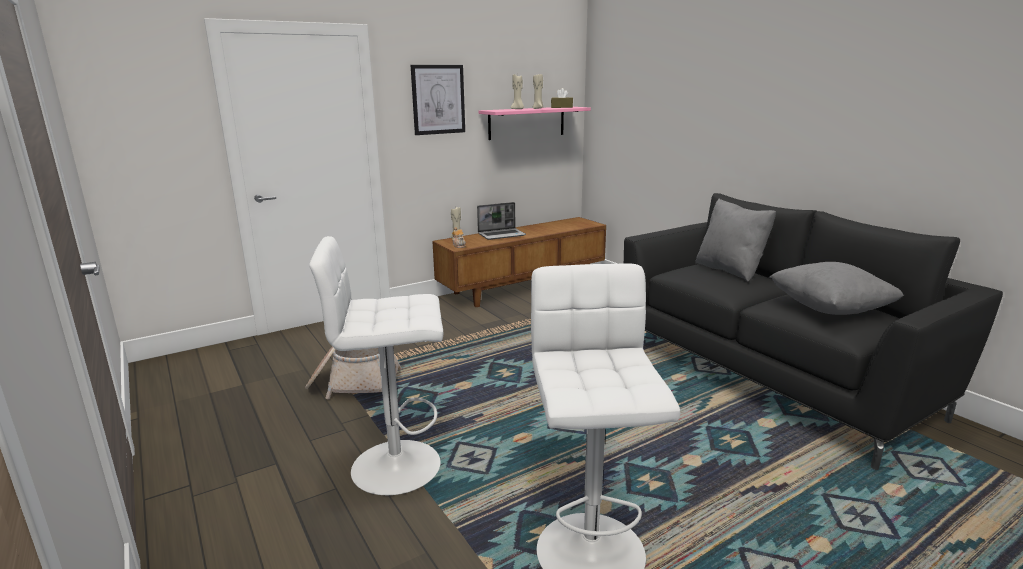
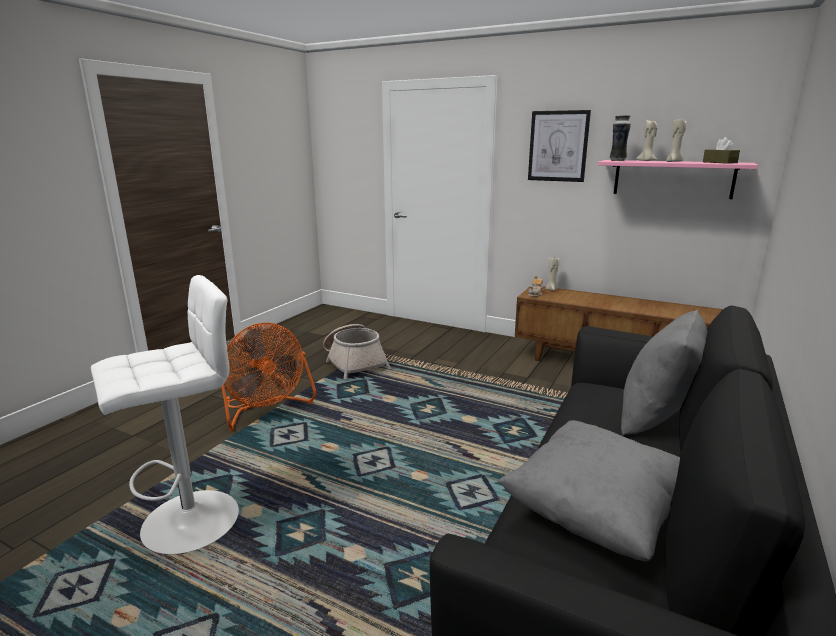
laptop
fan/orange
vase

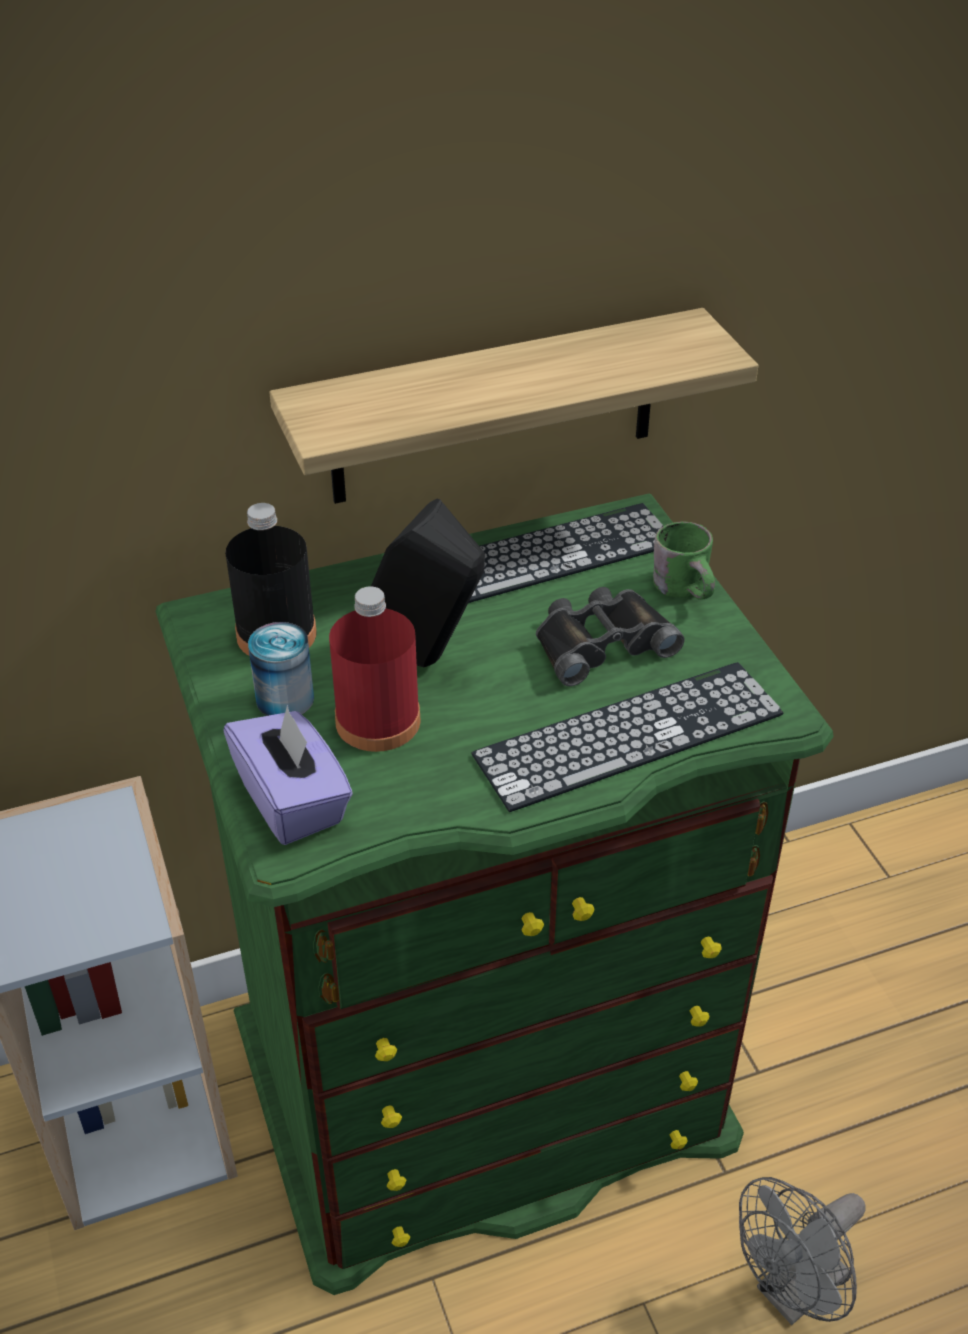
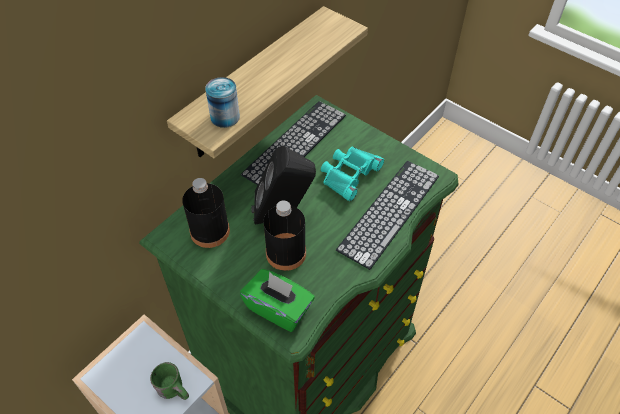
mug/green
bottle/black (2nd from left)
binoculars/turquoise
can
tissue box/green
fan/grey

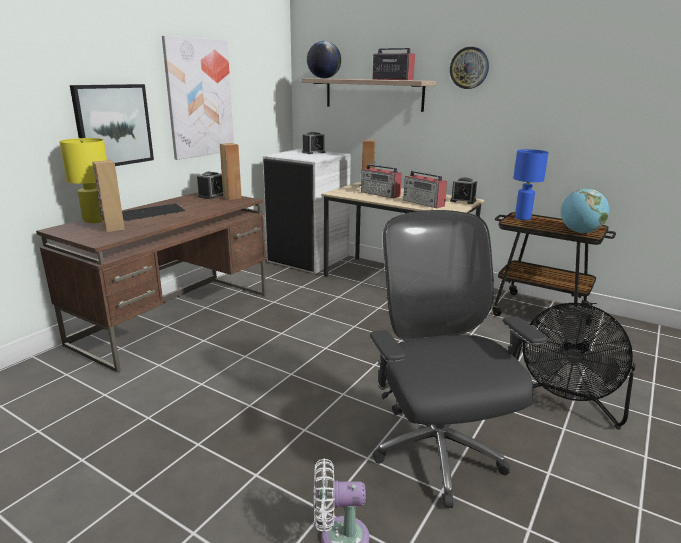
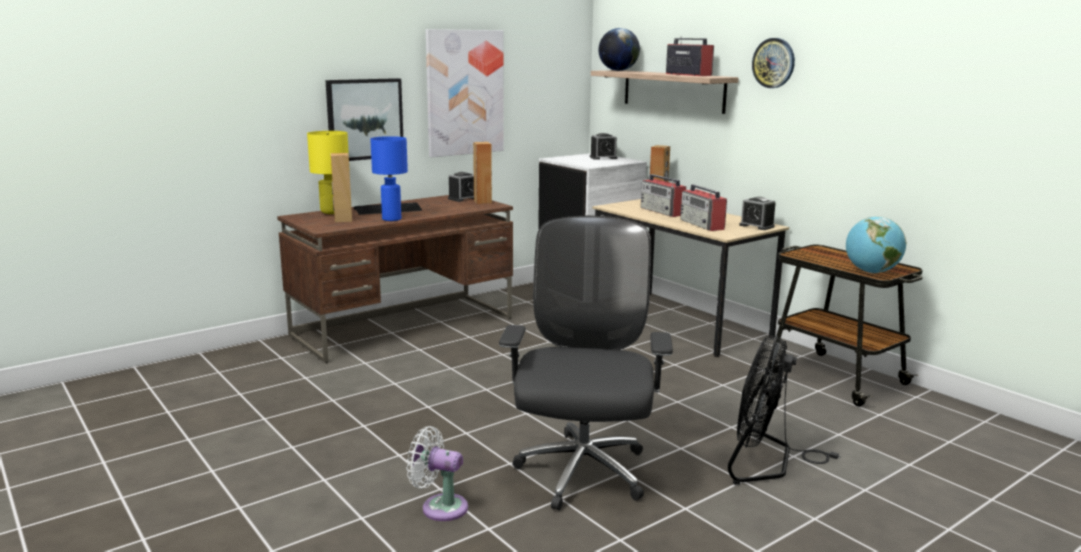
table lamp/blue
fan/black

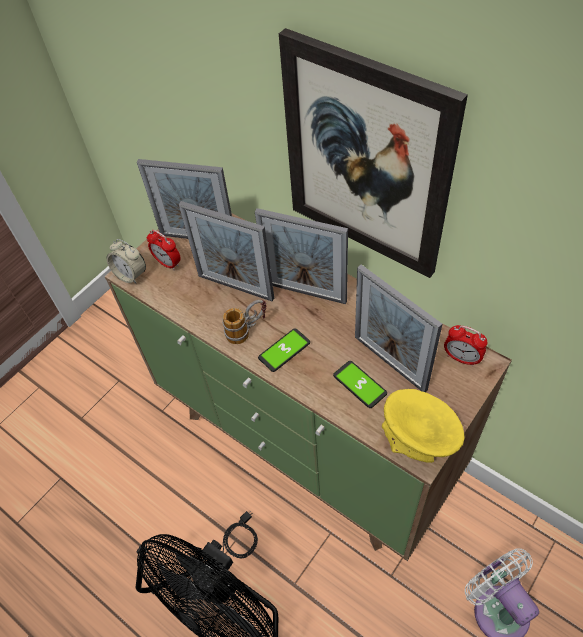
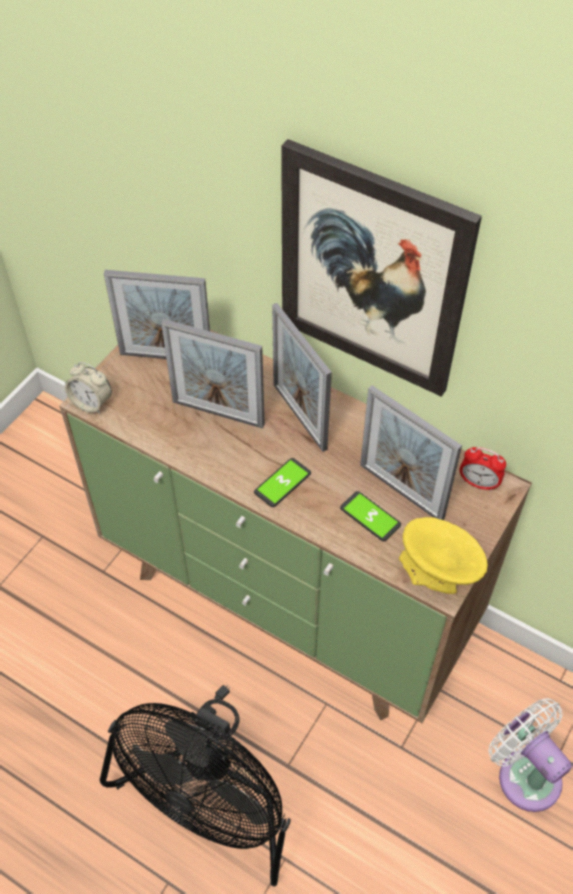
picture frame (3rd from left)
alarm clock (2nd from left in the first image)
mug

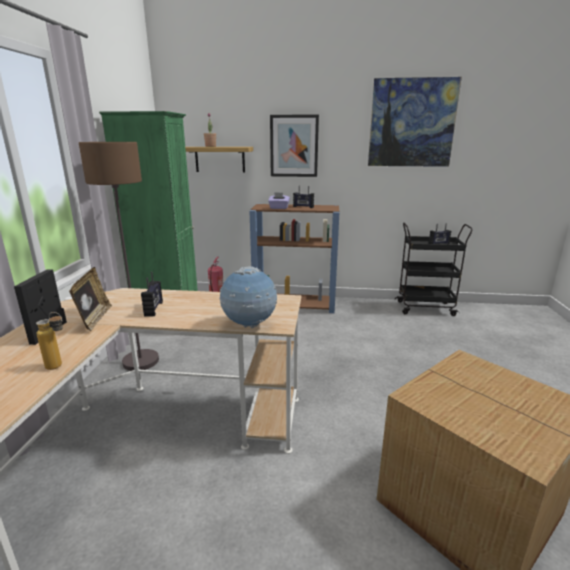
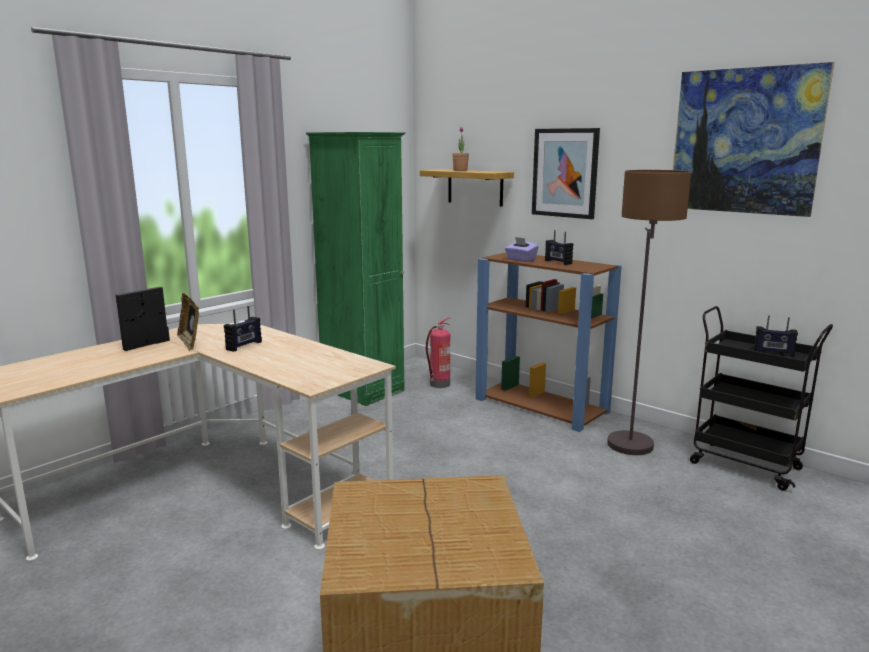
floor lamp/brown
globe
picture frame (2nd from left)
bottle

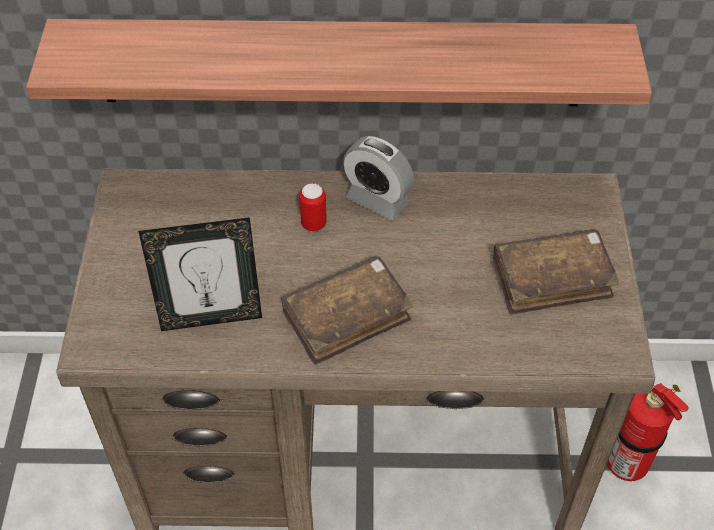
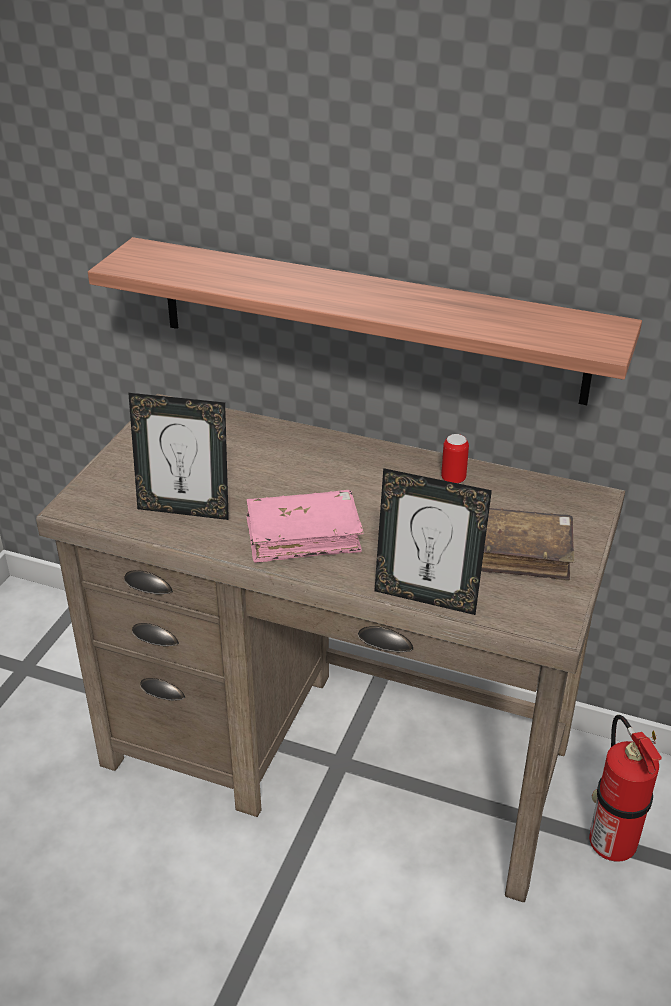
alarm clock
can
book/pink
picture frame (2nd from left)

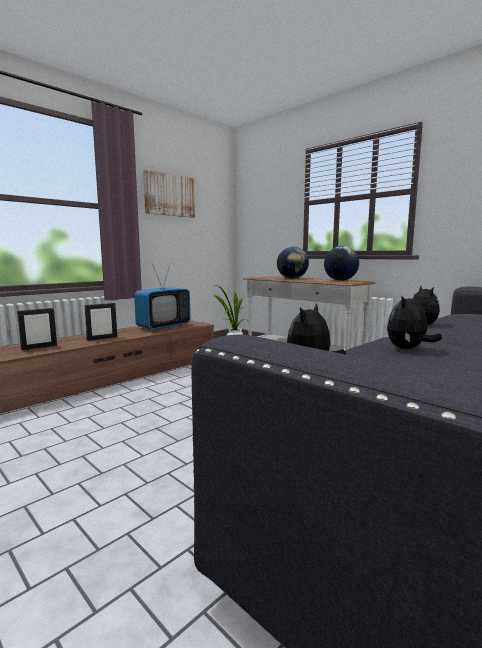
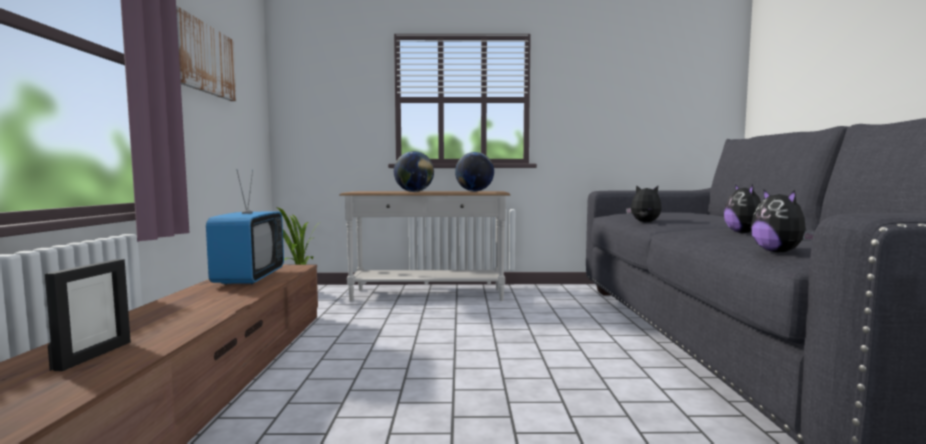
picture frame (2nd from left in the first image)

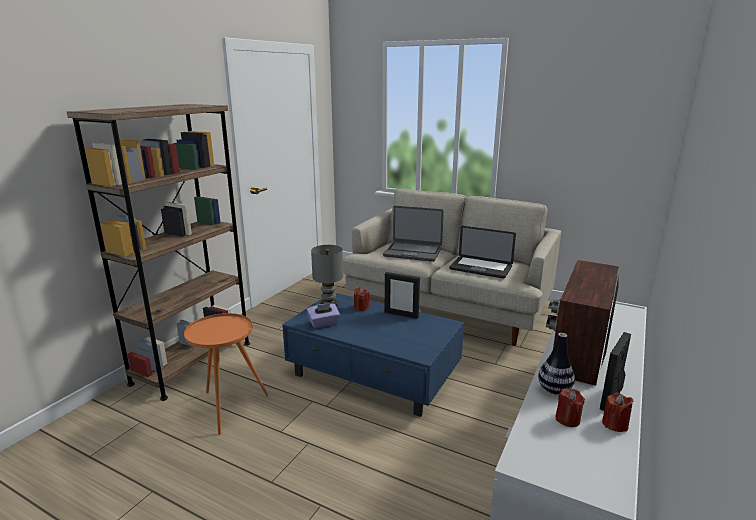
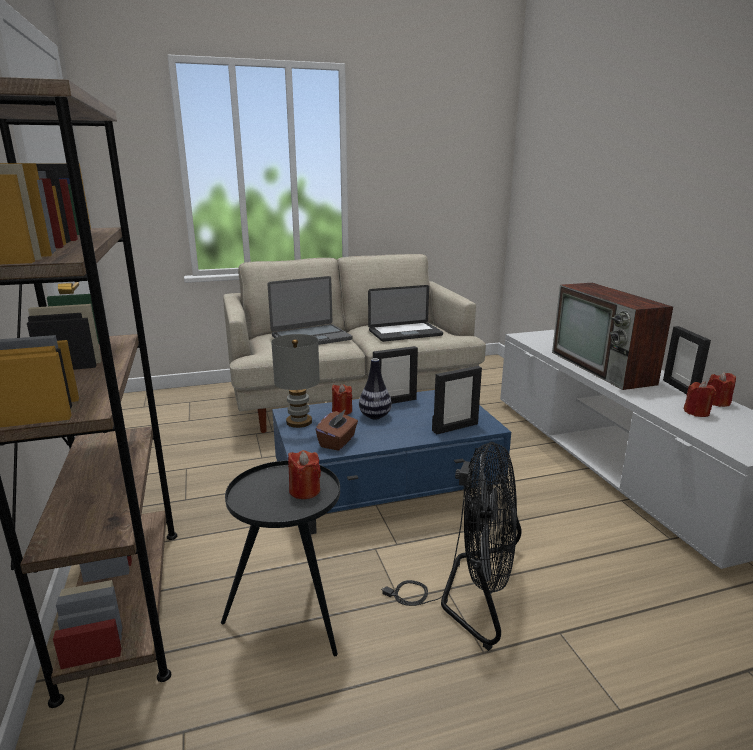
tissue box/brown
side table/black
vase
picture frame (2nd from left)
fan/black
candle/red (1st from left)

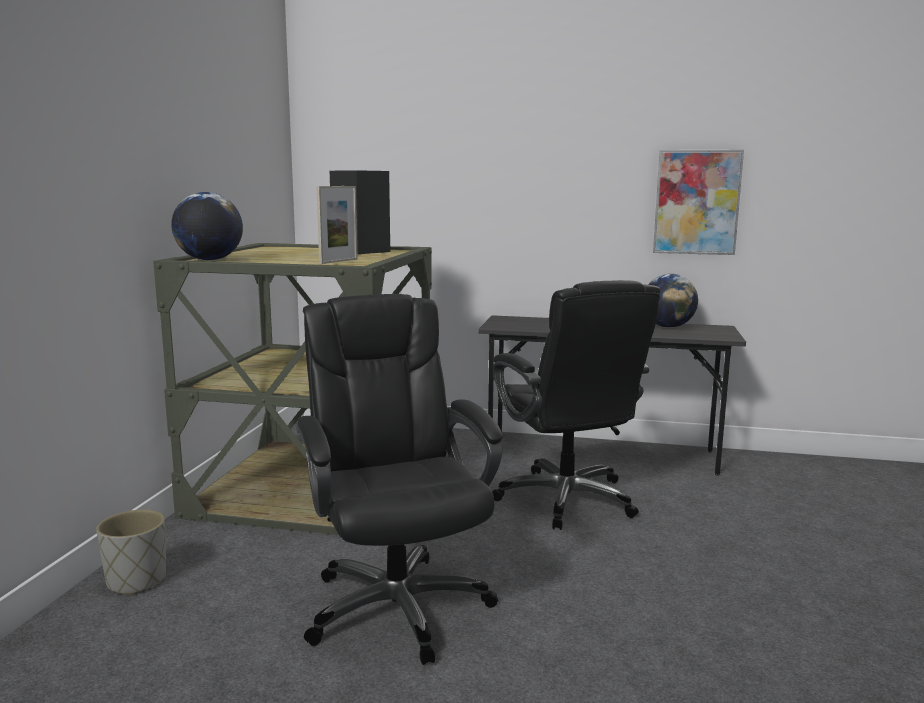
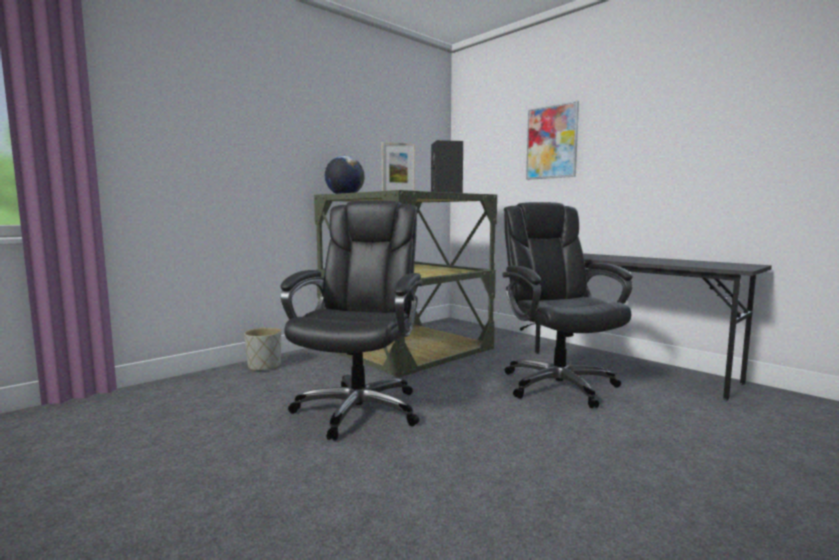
picture
globe (2nd from left in the first image)
office chair/black (2nd from left)

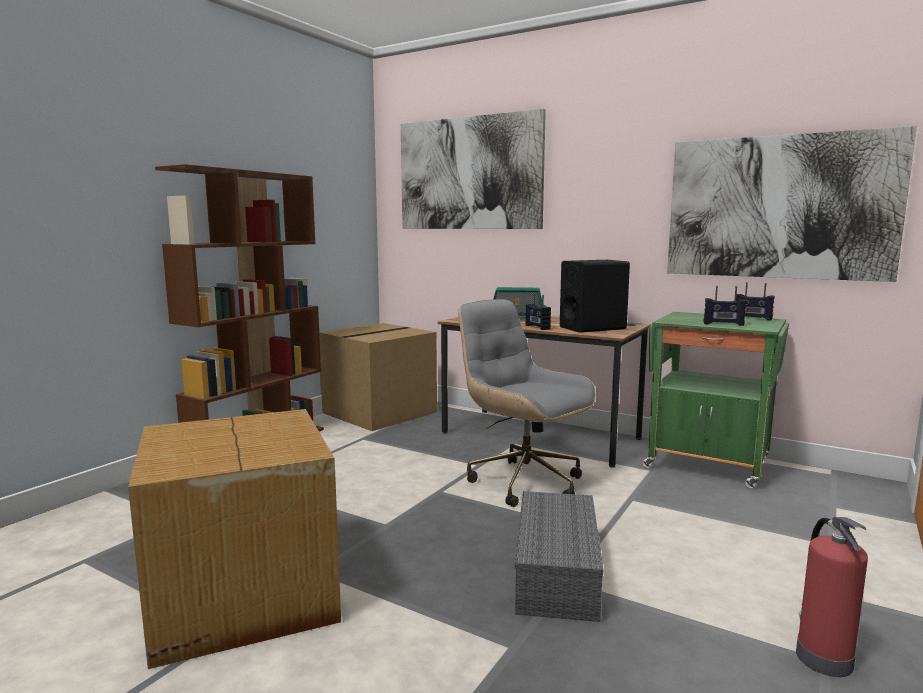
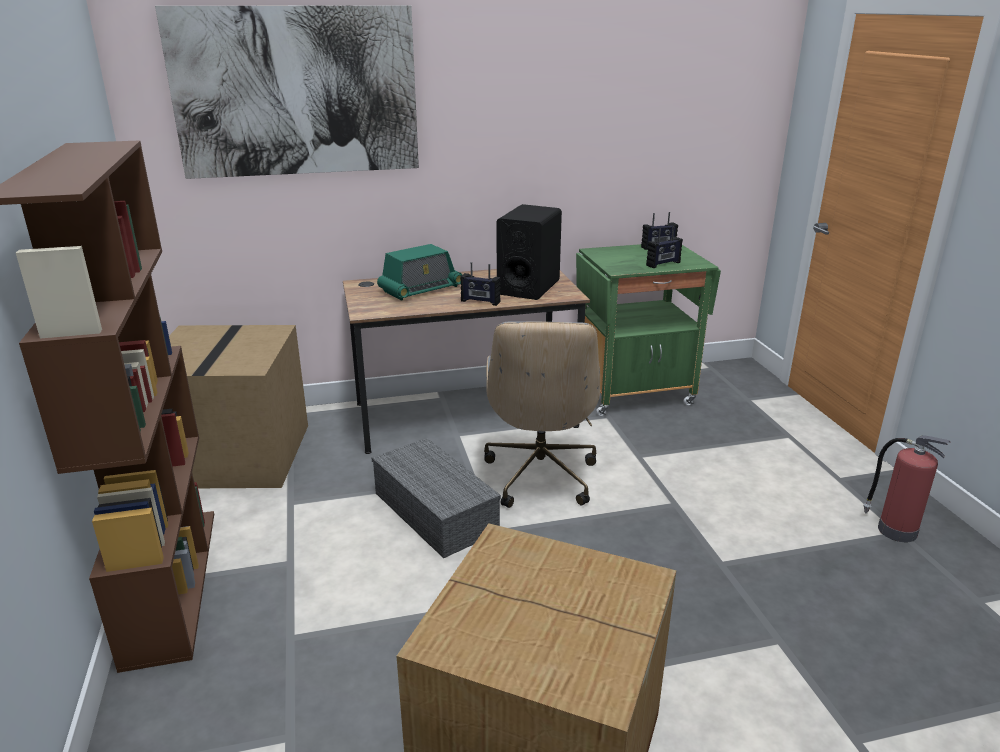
picture (2nd from left in the first image)
office chair/grey
storage box/grey

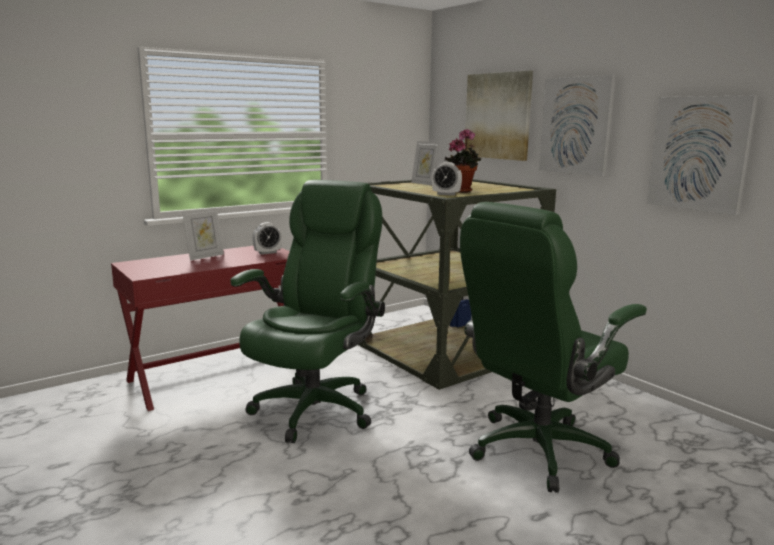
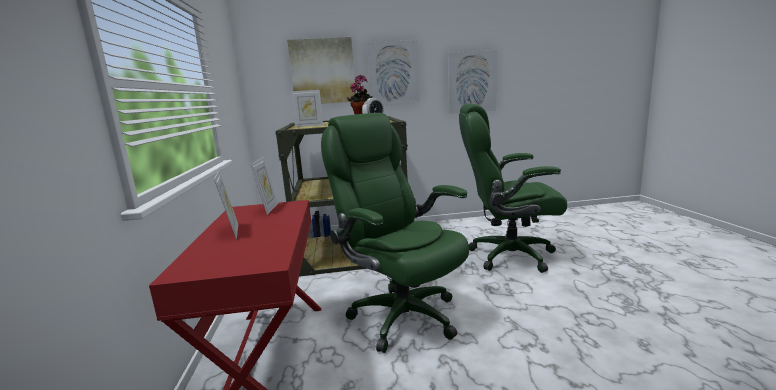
office chair/green (2nd from left)
picture frame (2nd from left)

